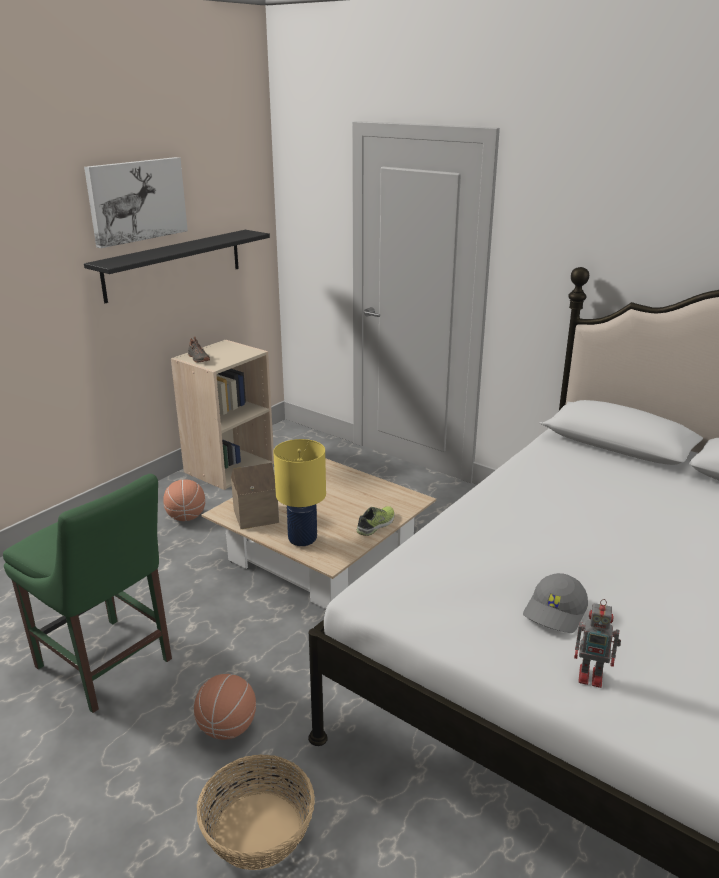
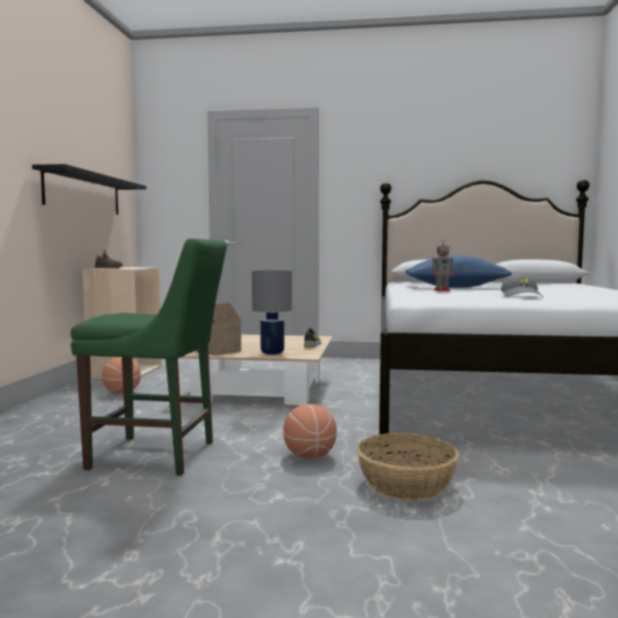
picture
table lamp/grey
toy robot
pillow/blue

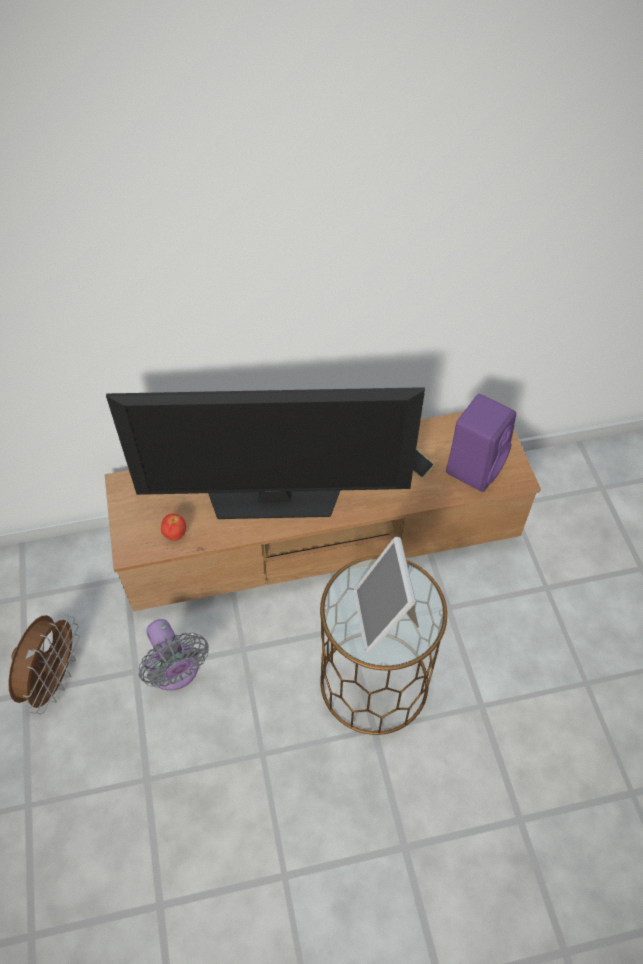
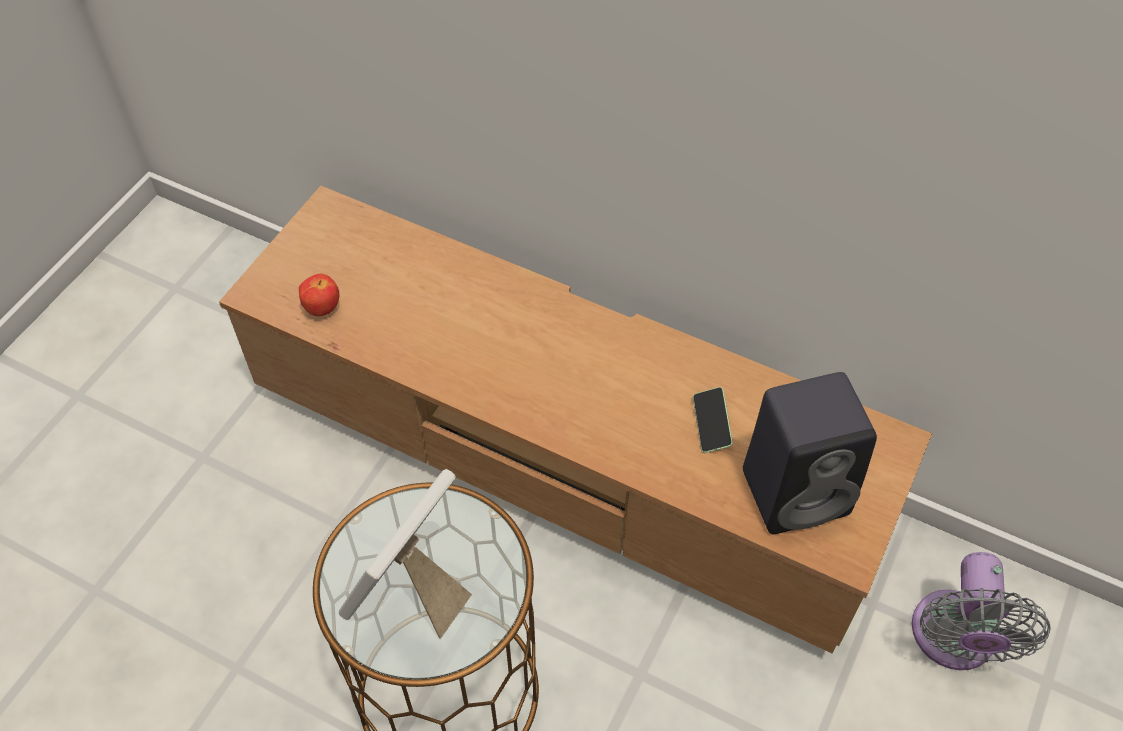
television
speaker/black
fan/brown
fan/grey

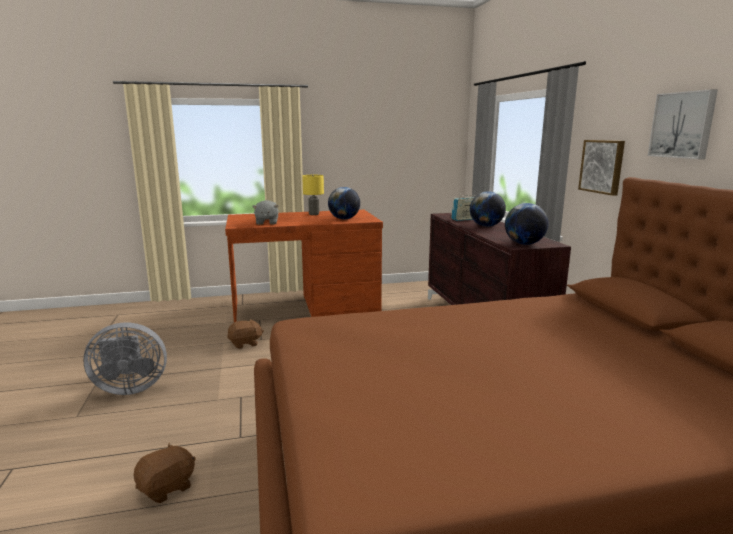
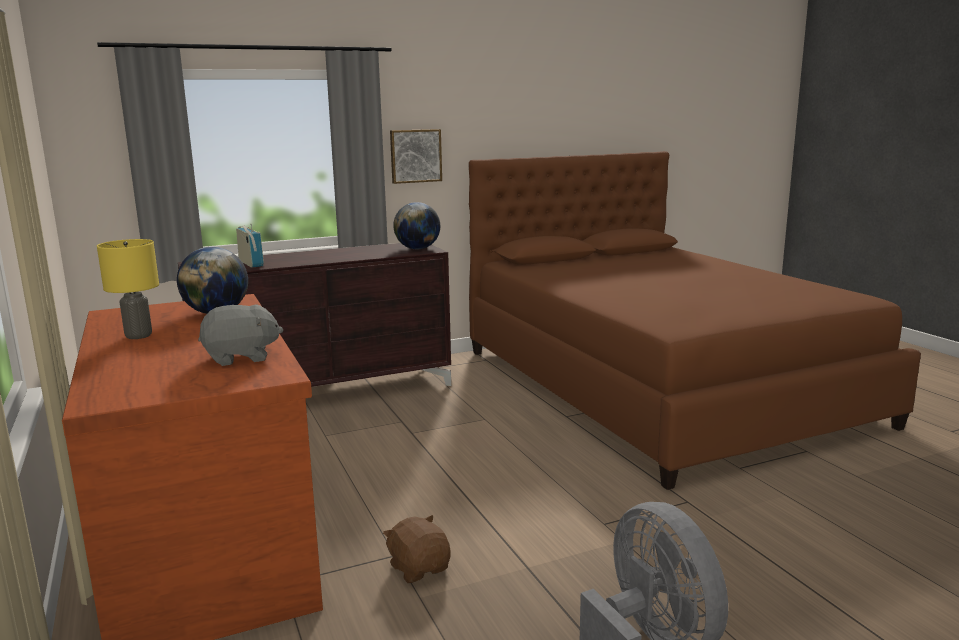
picture (2nd from left in the first image)
globe (2nd from left in the first image)
plush toy/brown (1st from left in the first image)

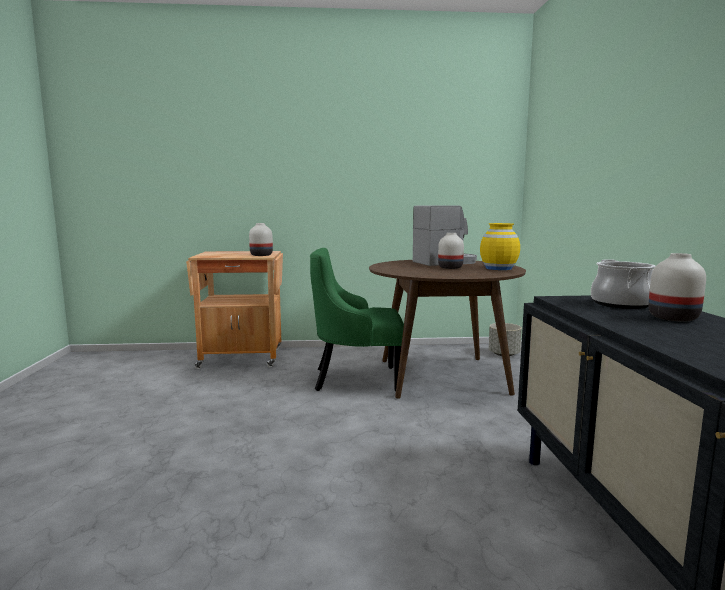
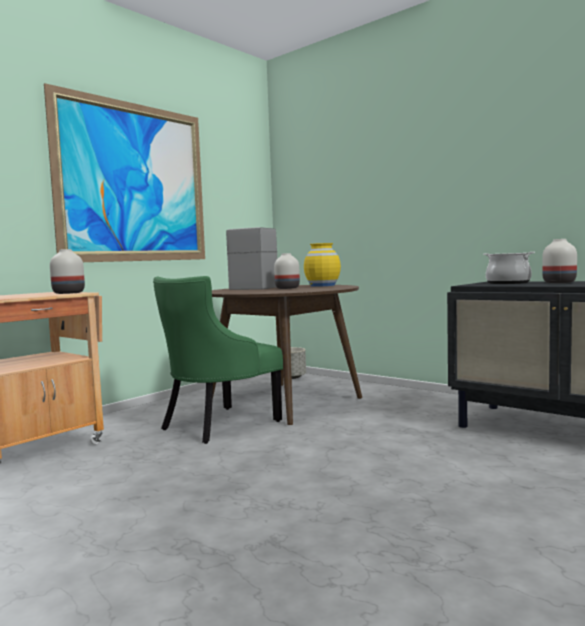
picture

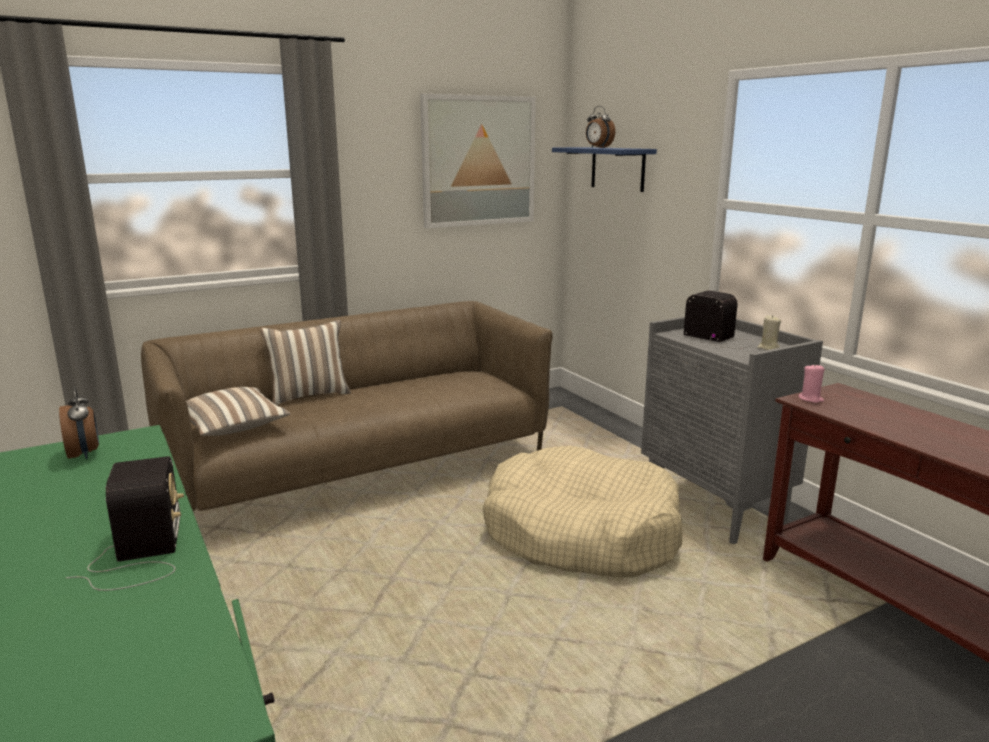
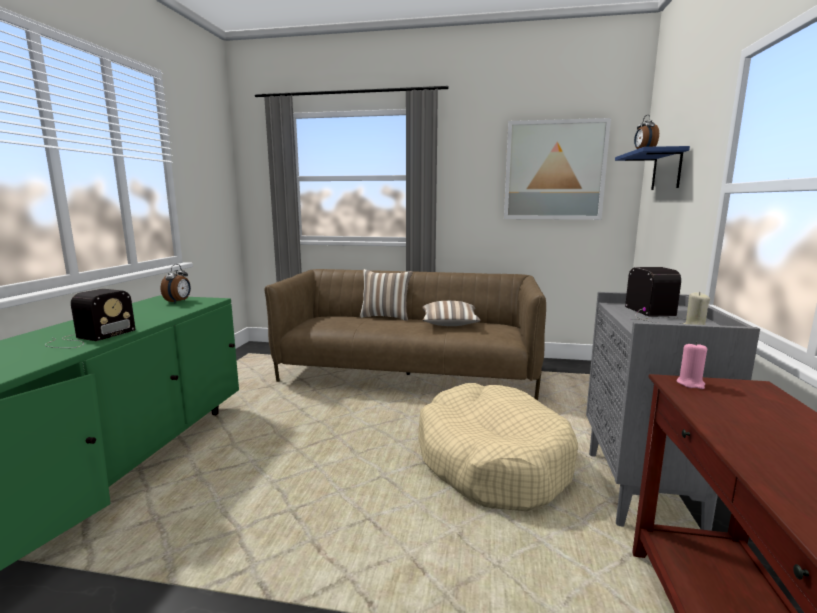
pillow (2nd from left)

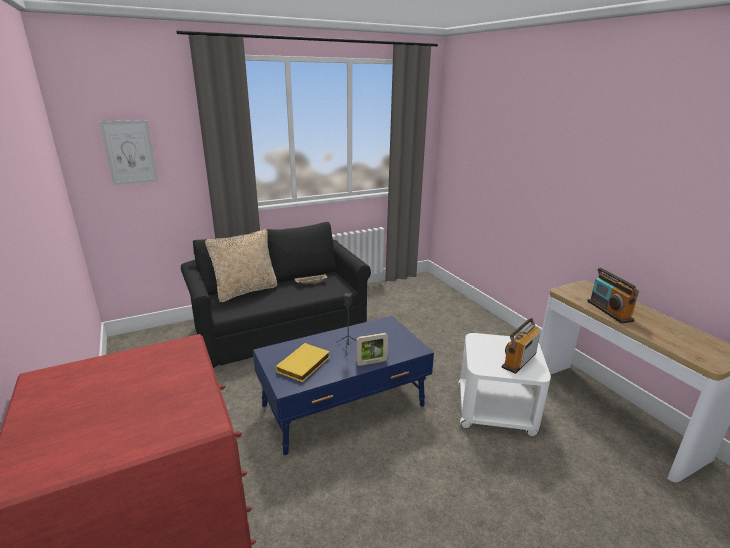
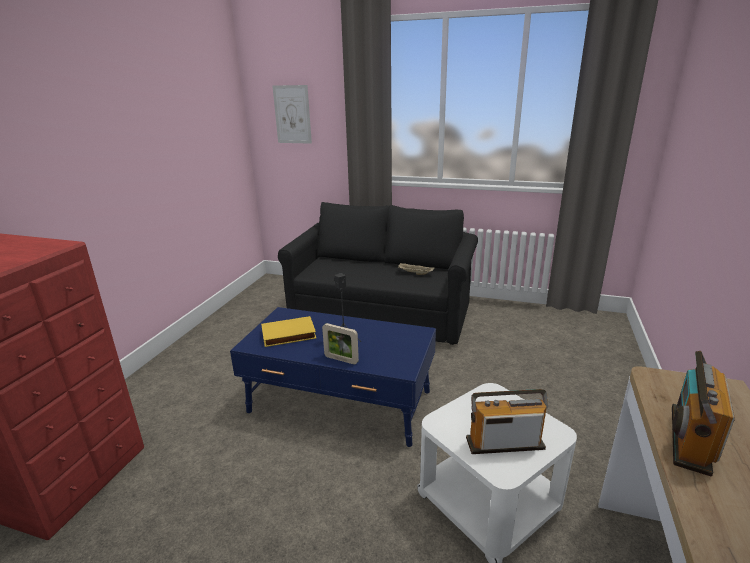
pillow/beige

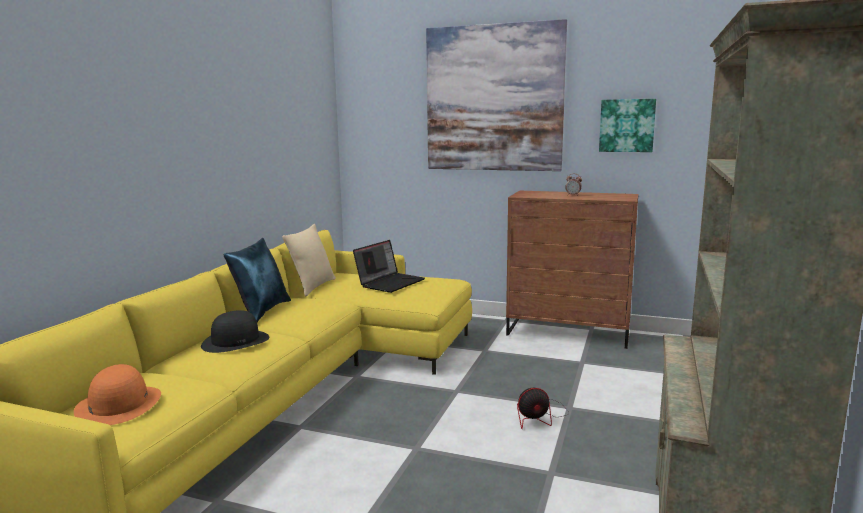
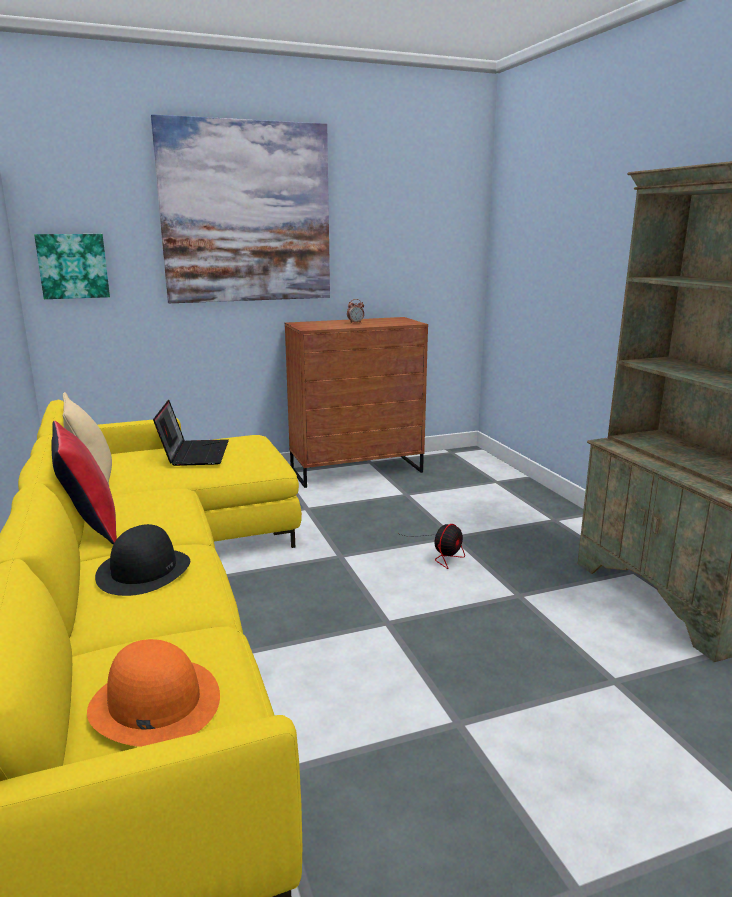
picture (1st from left)
pillow/red

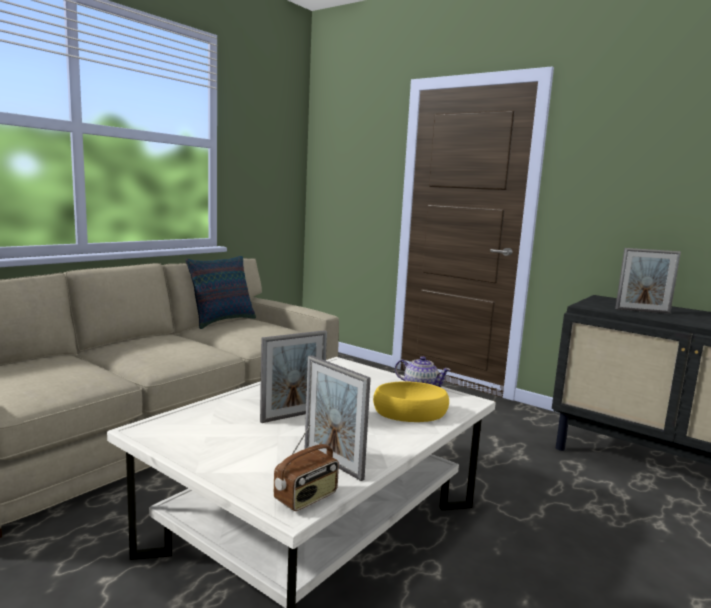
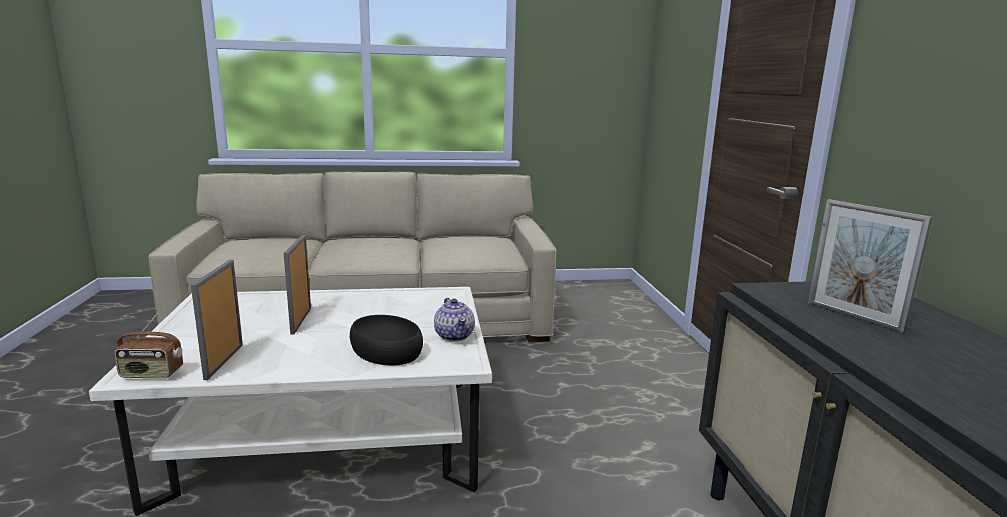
pillow/blue
picture frame (2nd from left)
bowl/black

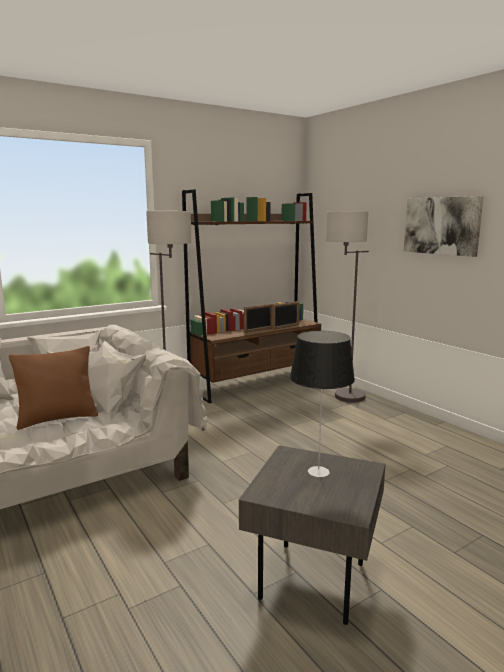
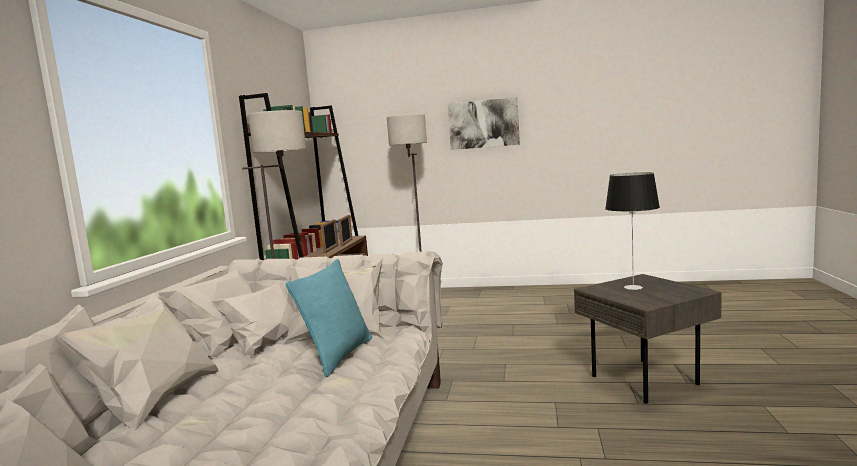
pillow/turquoise

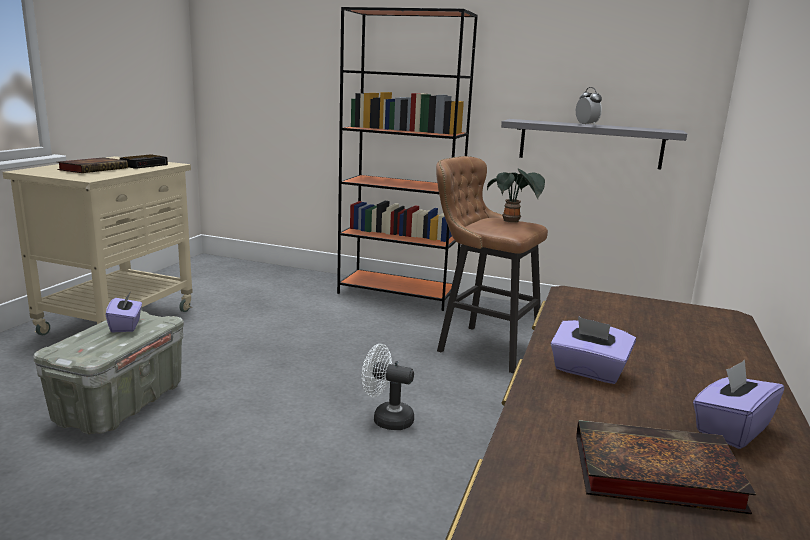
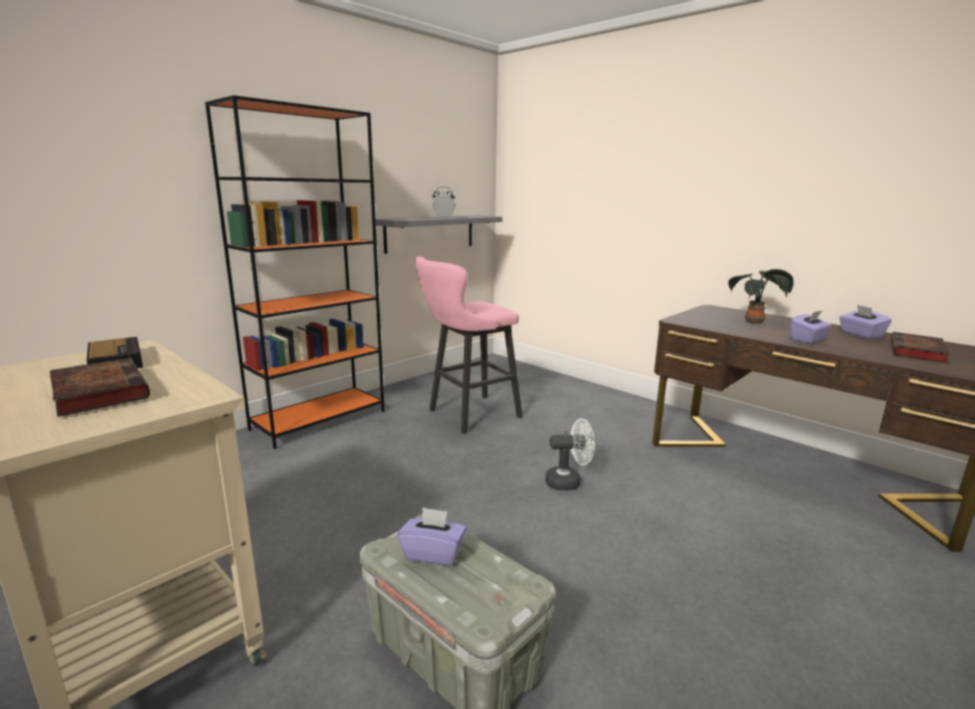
stool/pink
potted plant
fan/white

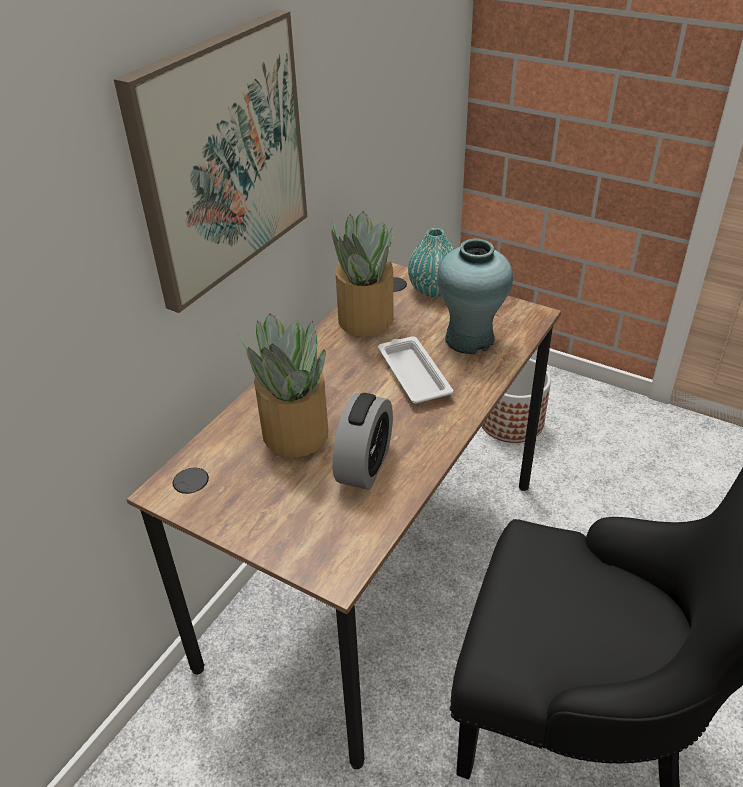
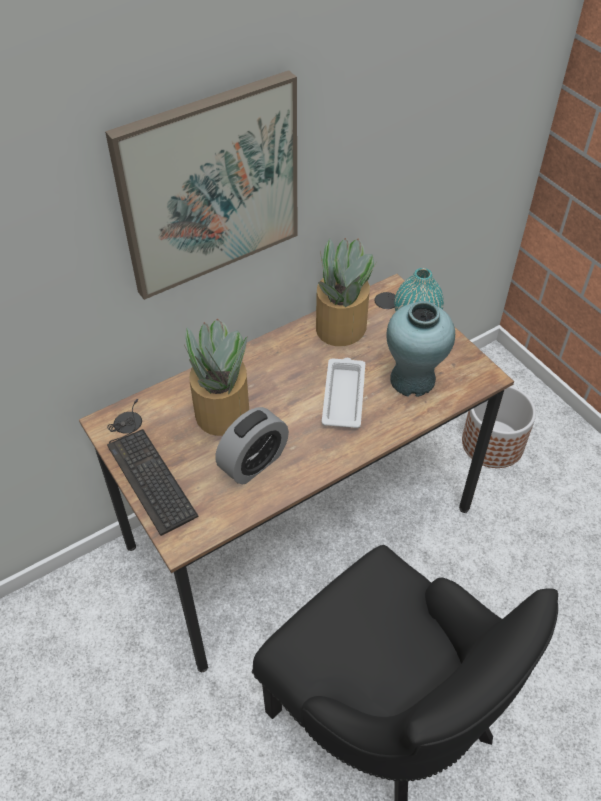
keyboard

